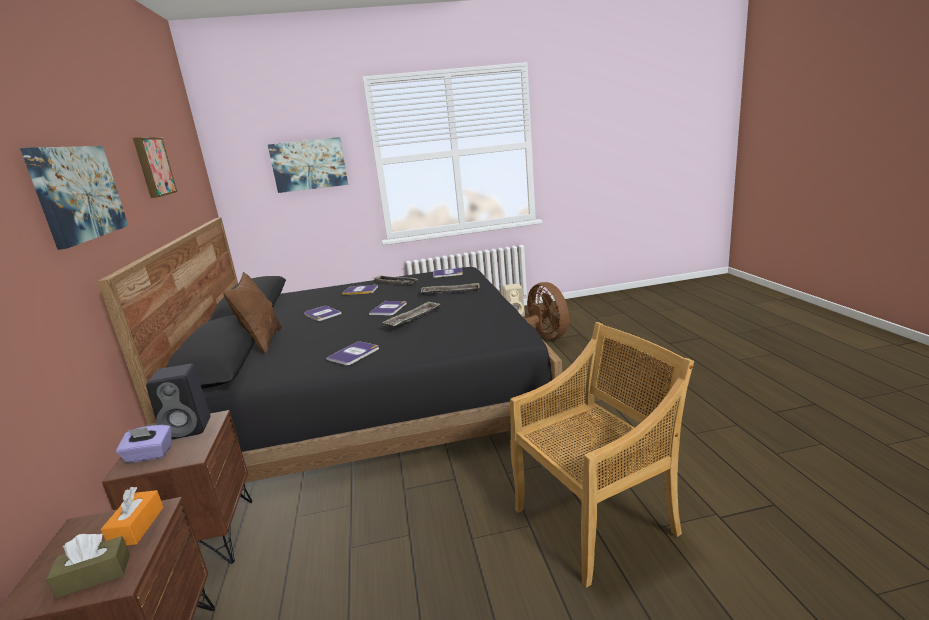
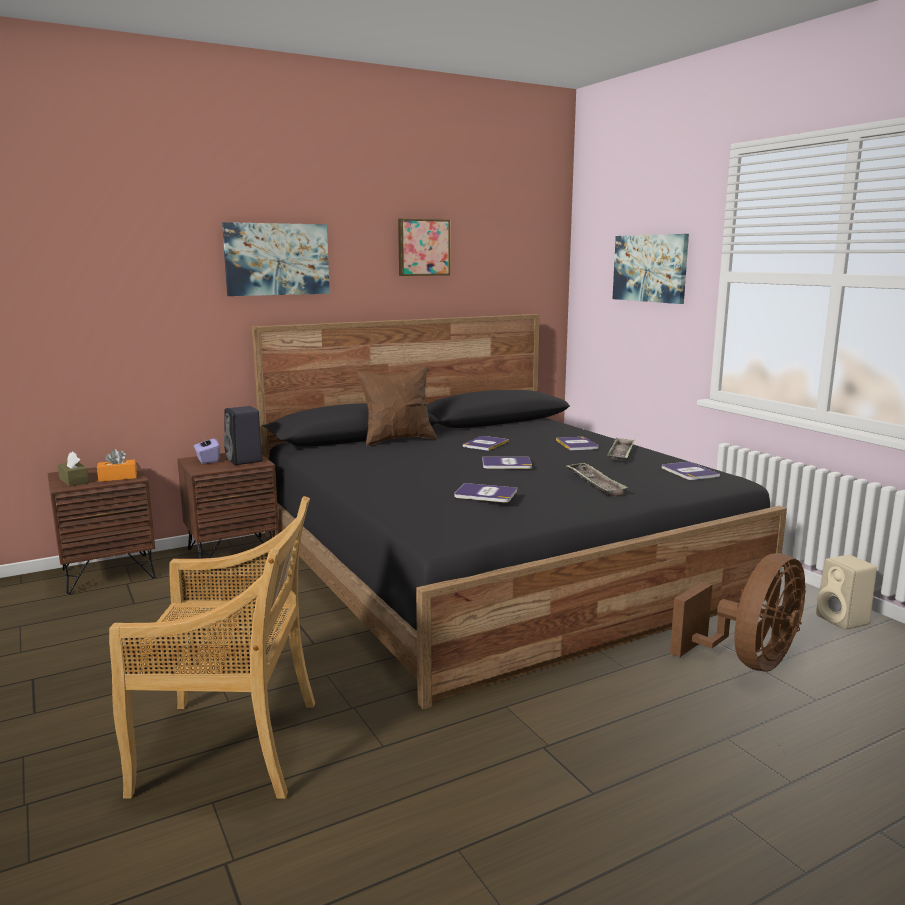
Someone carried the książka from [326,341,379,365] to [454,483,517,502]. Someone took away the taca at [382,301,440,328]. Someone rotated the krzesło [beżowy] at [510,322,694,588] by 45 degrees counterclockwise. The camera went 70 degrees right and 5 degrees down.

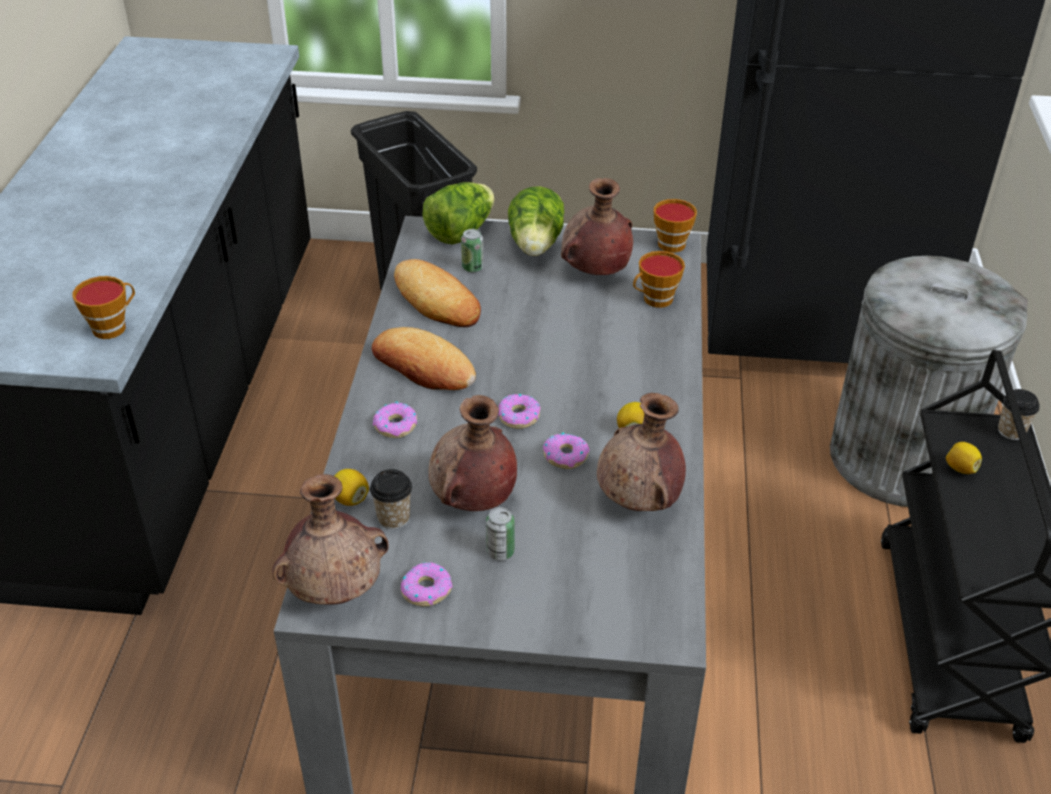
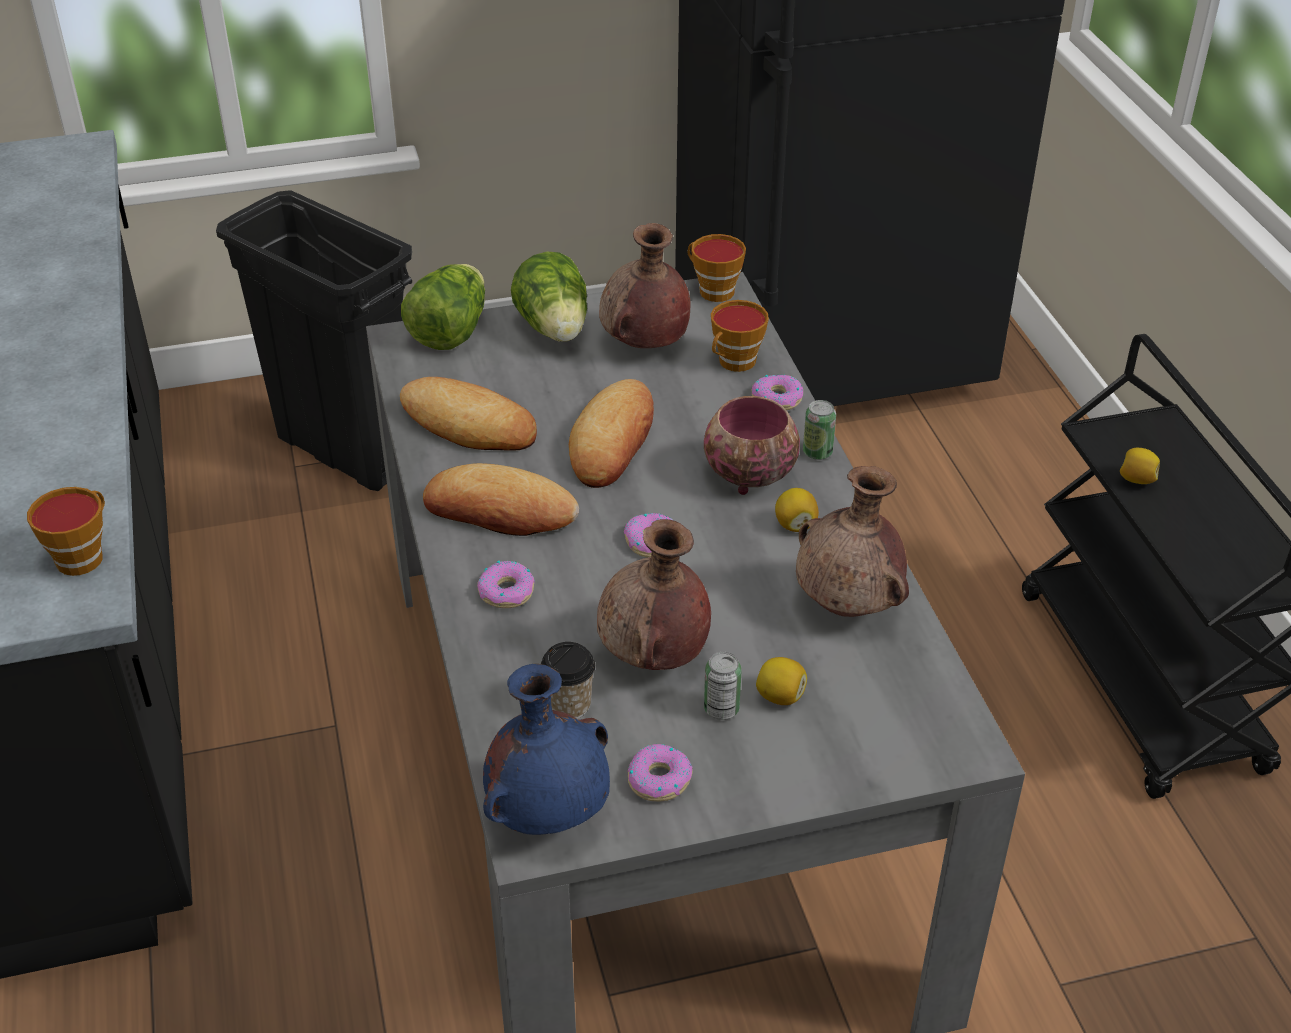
Someone repainted the wazon [brązowy] at [272,474,389,604], which became the wazon [niebieski] at [483,664,610,835]. Someone carried the cytryna from [334,469,369,506] to [756,657,807,705]. Someone carried the puszka from [461,229,484,273] to [803,400,836,460]. Someone carried the donut from [543,432,590,469] to [751,375,803,410]. Someone took away the kosz na śmieci [szary] at [830,256,1027,507]. Someone took away the filiżanka at [998,389,1040,440]. Someone put down the chleb at [569,379,654,488]. Someone put down the miska at [704,396,800,495]. The camera went 20 degrees left and 0 degrees up.

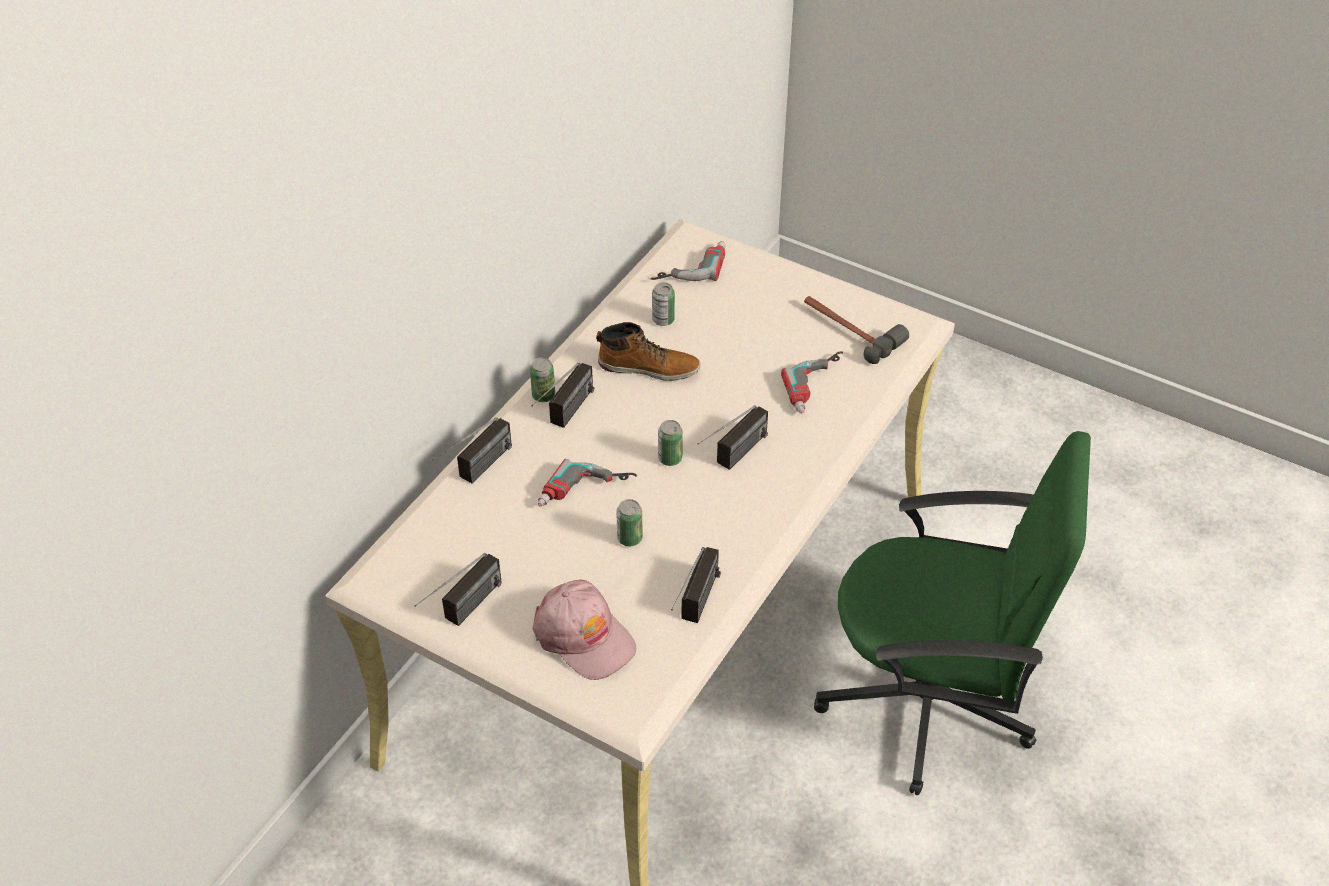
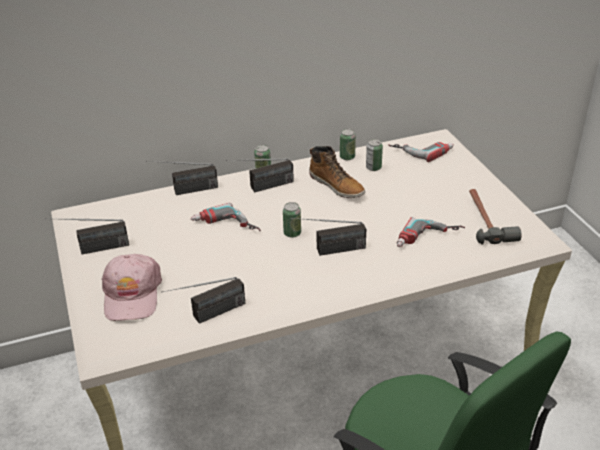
Someone carried the puszka from [616,499,643,546] to [340,129,356,160]. The camera went 40 degrees right and 10 degrees down.

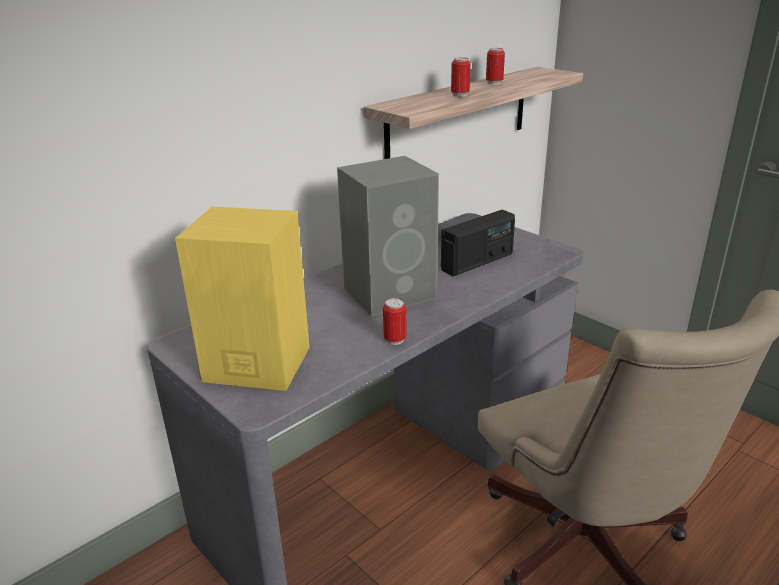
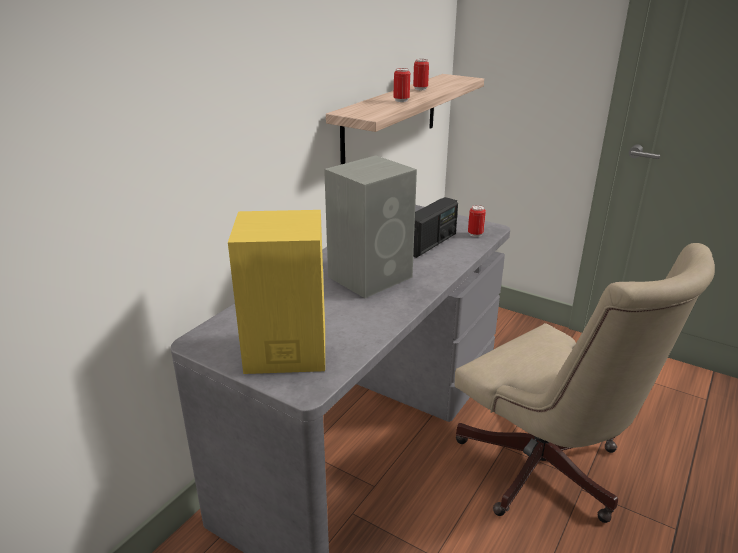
Someone carried the puszka from [383,298,407,345] to [468,205,486,237]. The camera went 15 degrees left and 0 degrees up.

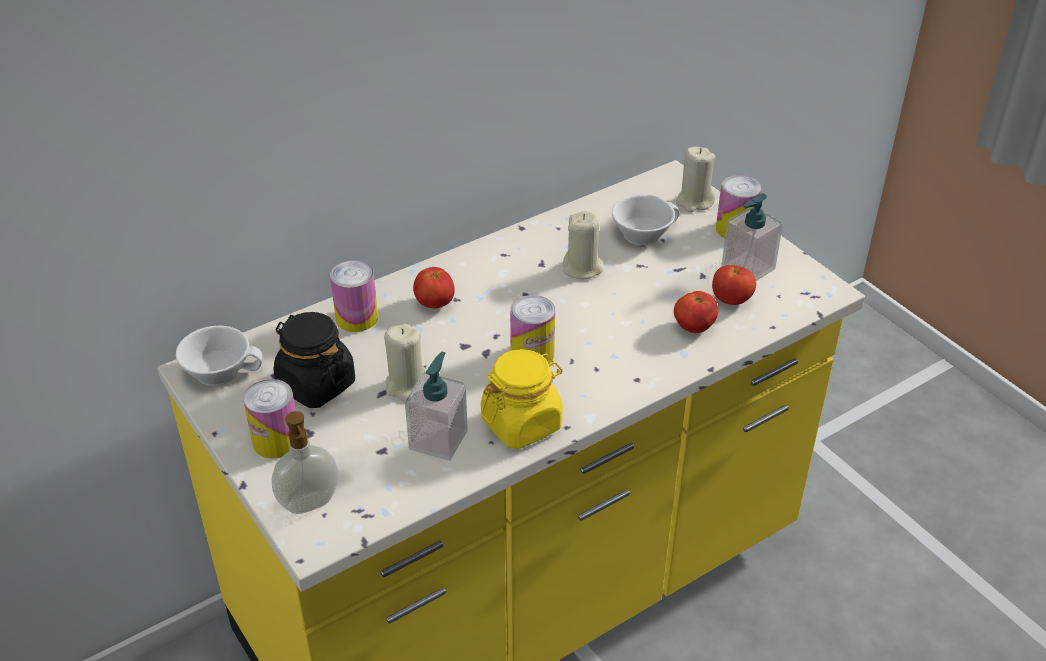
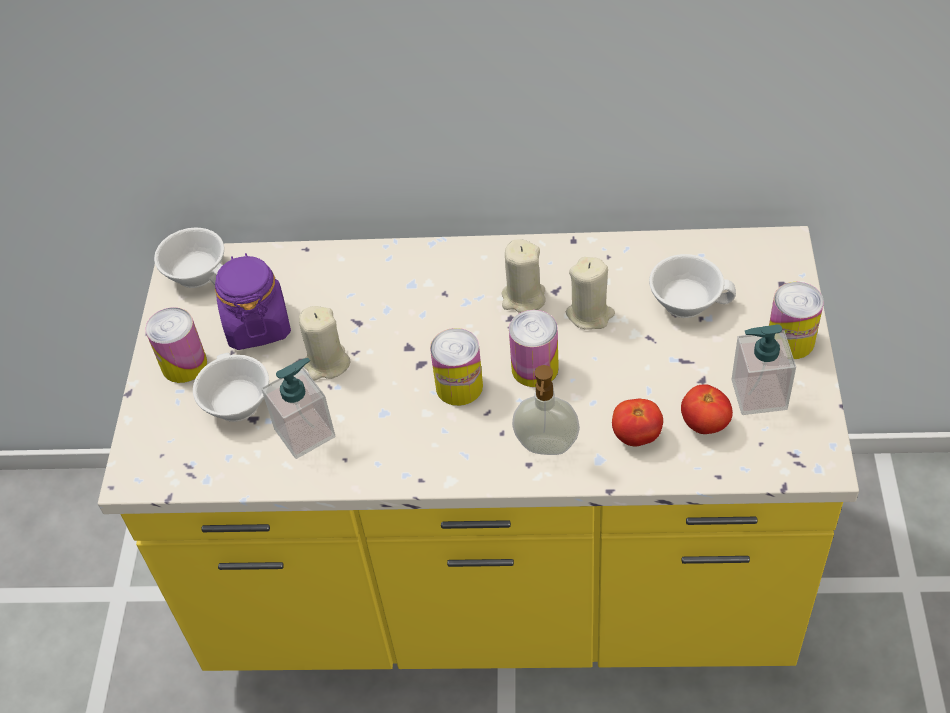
Someone carried the dozownik mydła from [272,411,338,514] to [512,365,580,455]. Someone repainted the słoik [czarny] at [274,312,355,408], which became the słoik [fioletowy] at [215,253,291,350]. Someone carried the puszka from [330,260,378,332] to [509,310,559,387]. Someone took away the pomidor at [413,267,455,308]. Someone took away the słoik [żółty] at [481,349,563,449]. Someone carried the świeca [beżowy] from [676,147,715,212] to [501,240,546,313]. Someone put down the filiżanka [biały] at [193,353,269,422]. The camera went 40 degrees right and 10 degrees up.

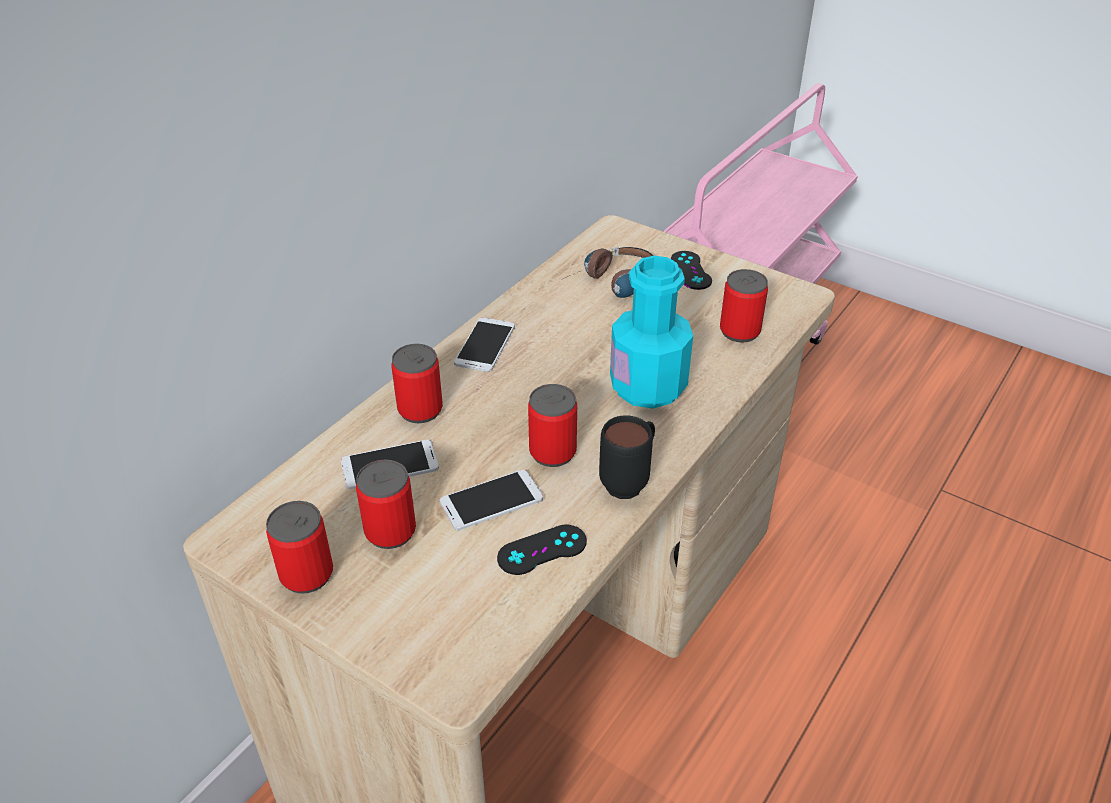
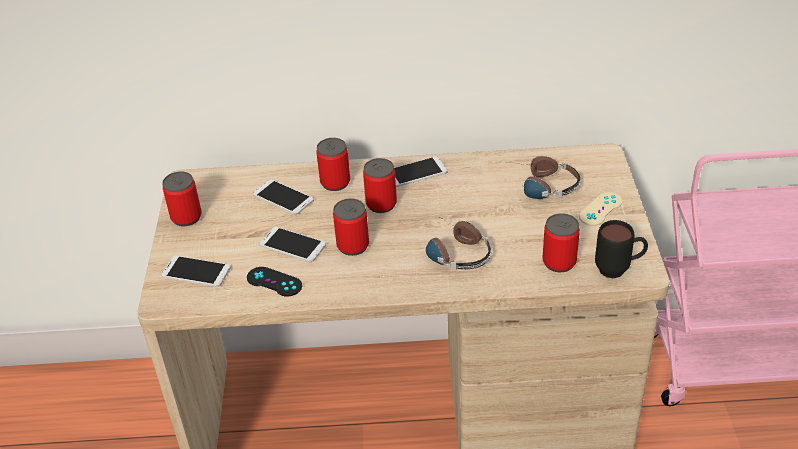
Someone carried the puszka from [356,459,416,549] to [363,158,397,213]. Someone carried the kubek [czarny] from [599,415,655,499] to [595,220,648,278]. Someone swapped the butelka [turkusowy] at [610,256,693,409] for the słuchawki at [426,215,491,270]. Someone repainted the pad do gier [czarny] at [671,251,712,290], which became the pad do gier [beżowy] at [579,192,622,226]. Someone put down the telefon at [161,256,231,287]. The camera went 55 degrees right and 0 degrees up.

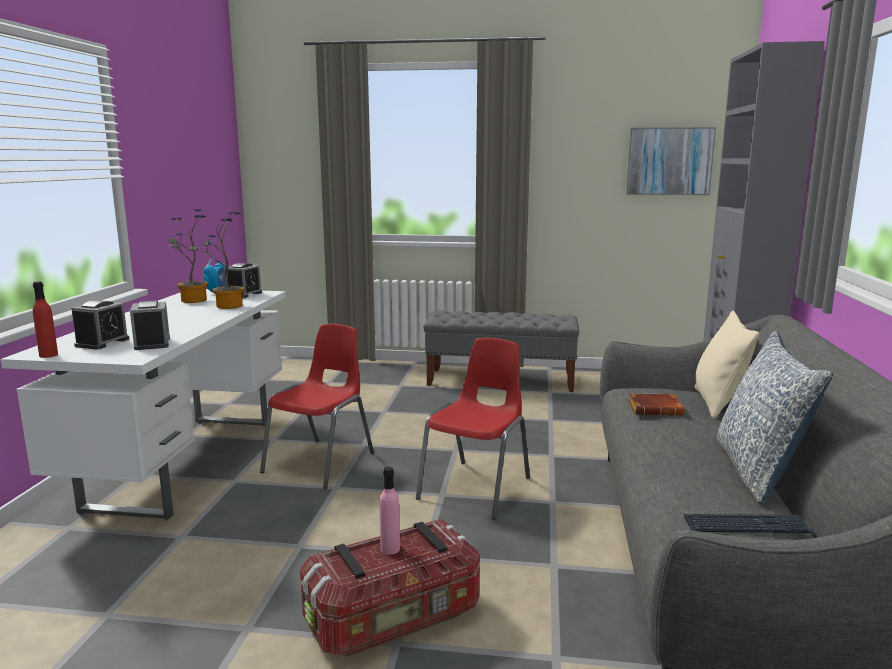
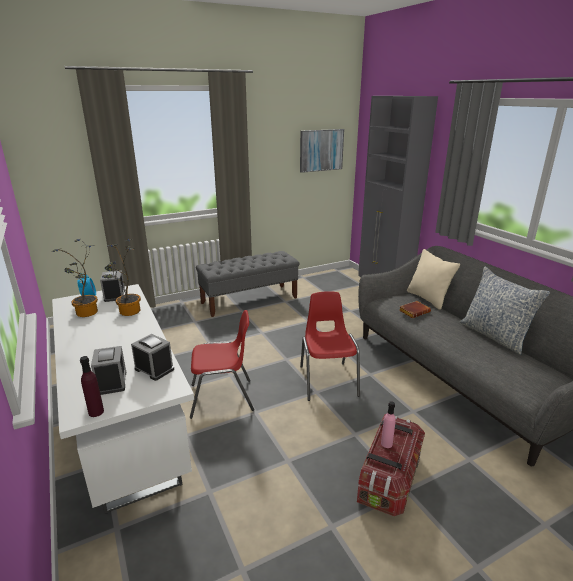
Someone repainted the butelka [czerwony] at [33,281,58,358], which became the butelka [fioletowy] at [80,356,104,417]. Someone rotated the krzesło [czerwony] at [260,324,374,489] by 90 degrees clockwise. Someone took away the klawiatura at [684,514,812,533]. The camera went 35 degrees left and 10 degrees up.

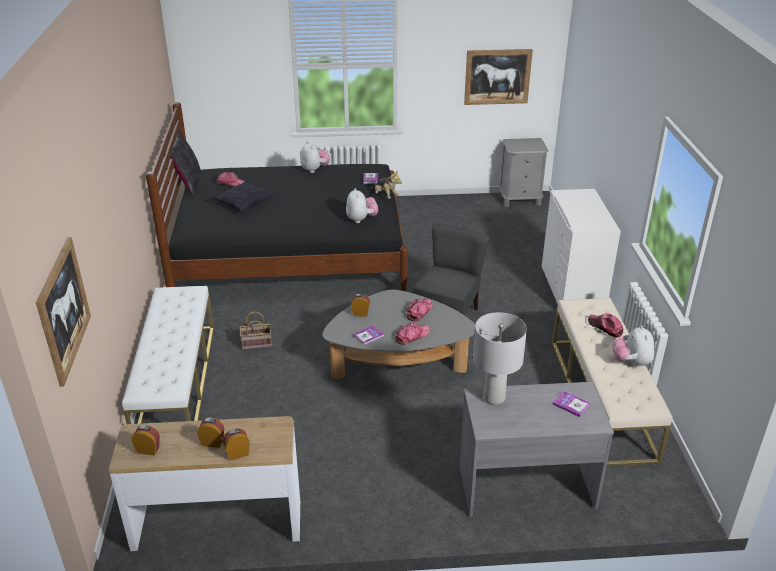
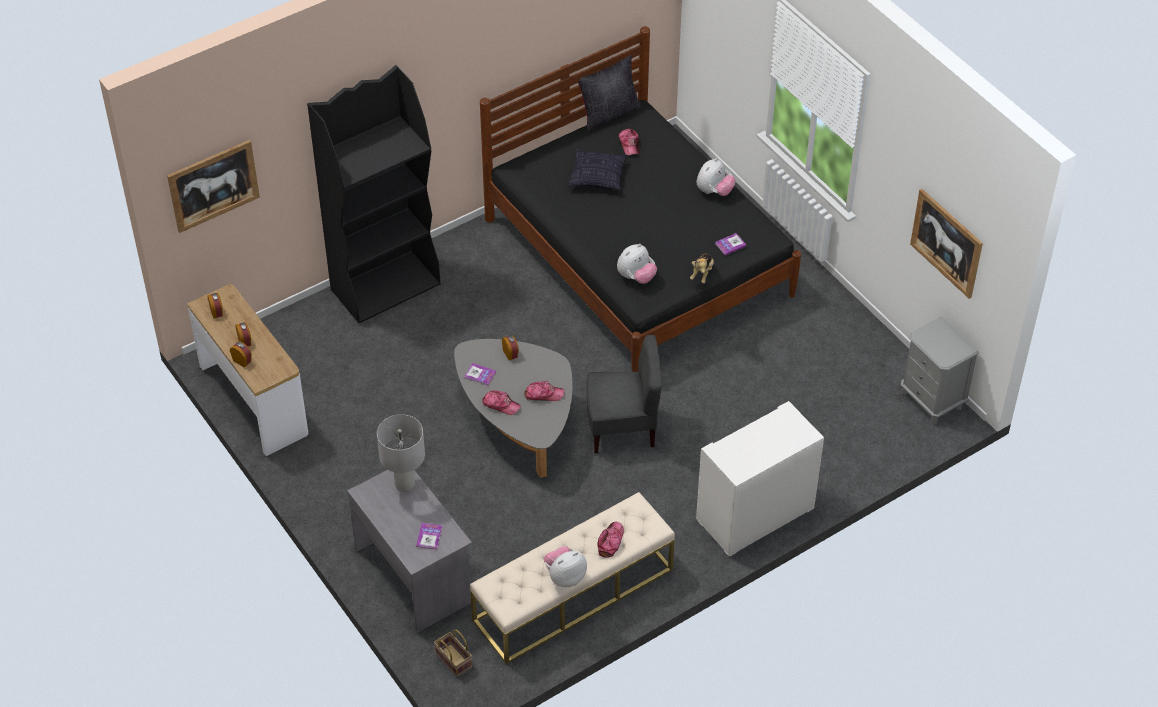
Someone swapped the ławka [biały] at [122,286,214,424] for the regał [czarny] at [307,65,440,323]. Someone carried the koszyk from [240,311,272,350] to [434,630,472,677]. The camera went 60 degrees right and 15 degrees up.

